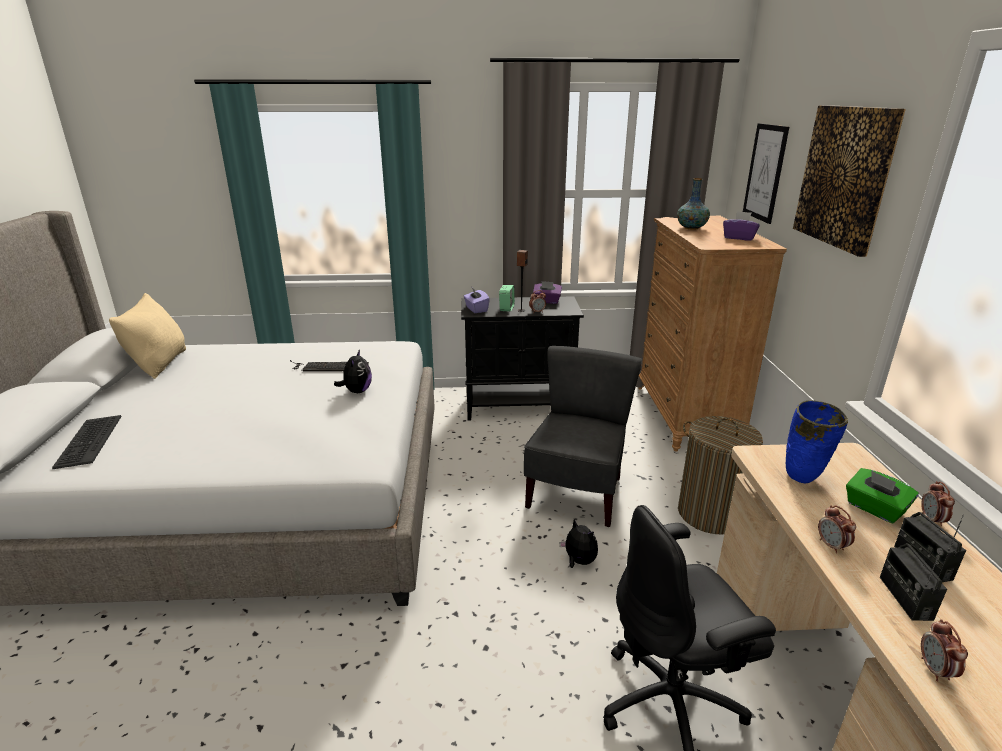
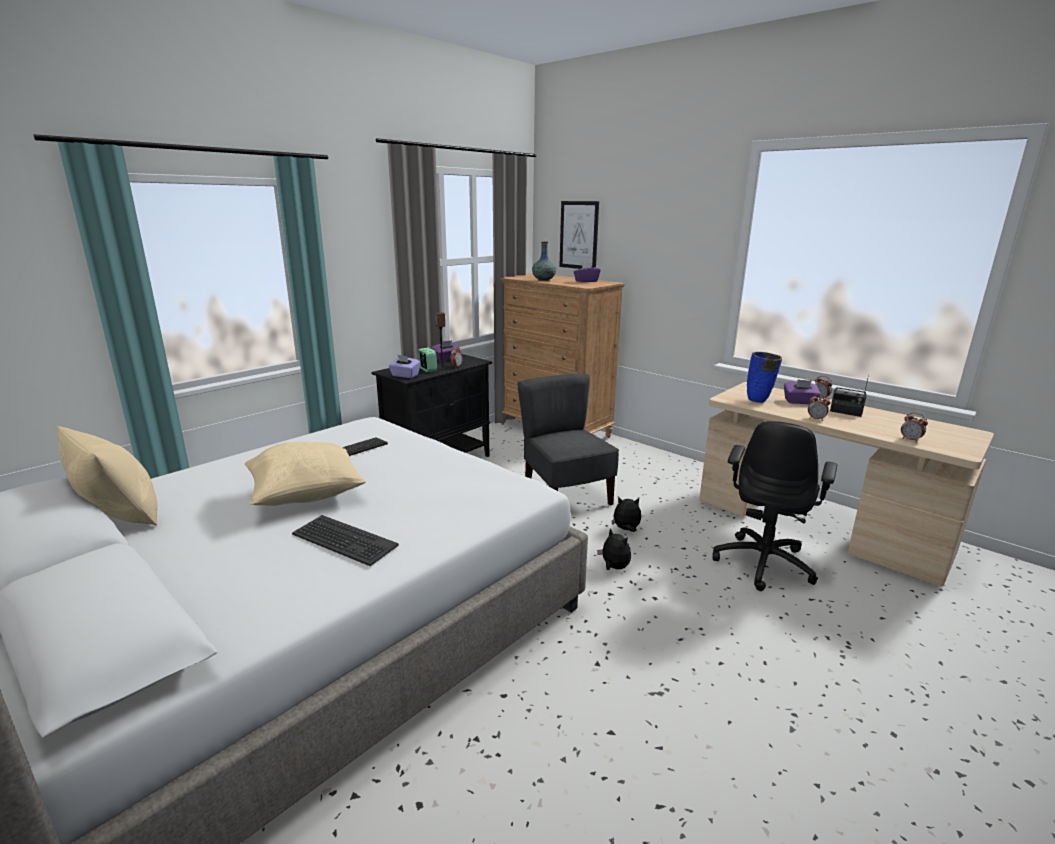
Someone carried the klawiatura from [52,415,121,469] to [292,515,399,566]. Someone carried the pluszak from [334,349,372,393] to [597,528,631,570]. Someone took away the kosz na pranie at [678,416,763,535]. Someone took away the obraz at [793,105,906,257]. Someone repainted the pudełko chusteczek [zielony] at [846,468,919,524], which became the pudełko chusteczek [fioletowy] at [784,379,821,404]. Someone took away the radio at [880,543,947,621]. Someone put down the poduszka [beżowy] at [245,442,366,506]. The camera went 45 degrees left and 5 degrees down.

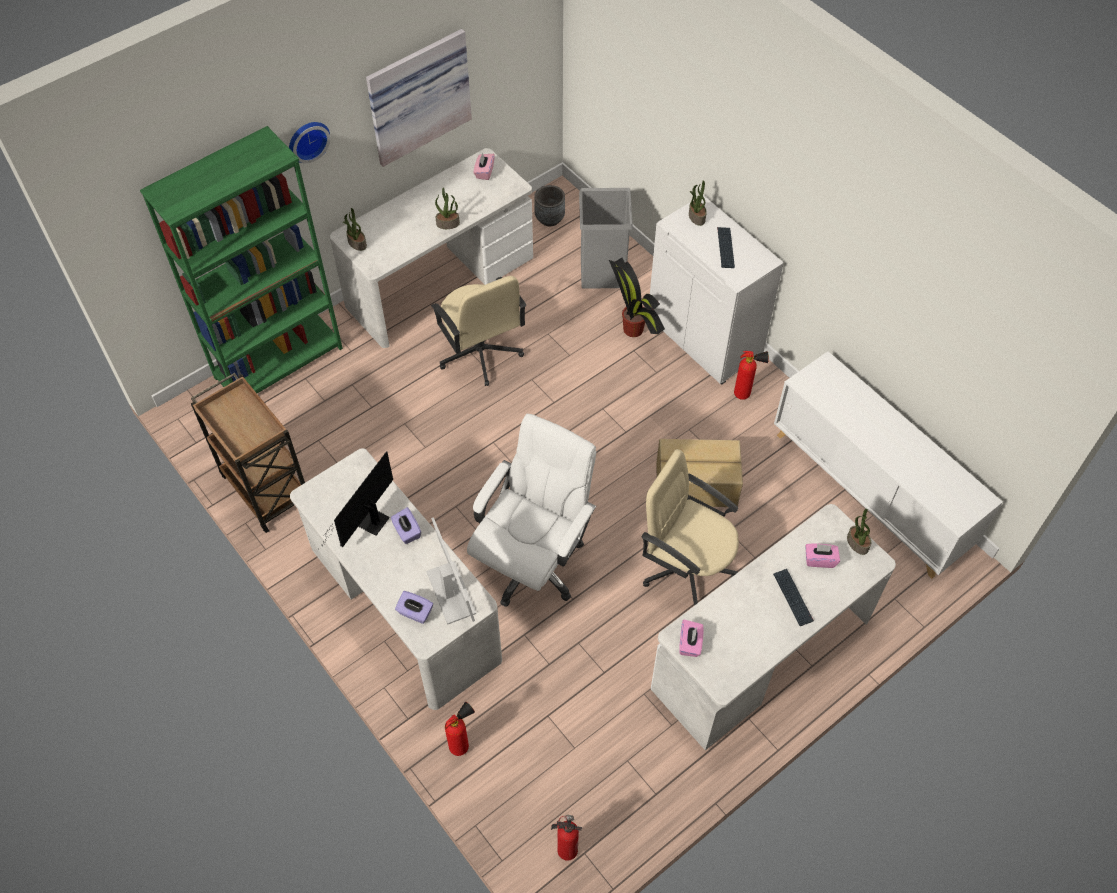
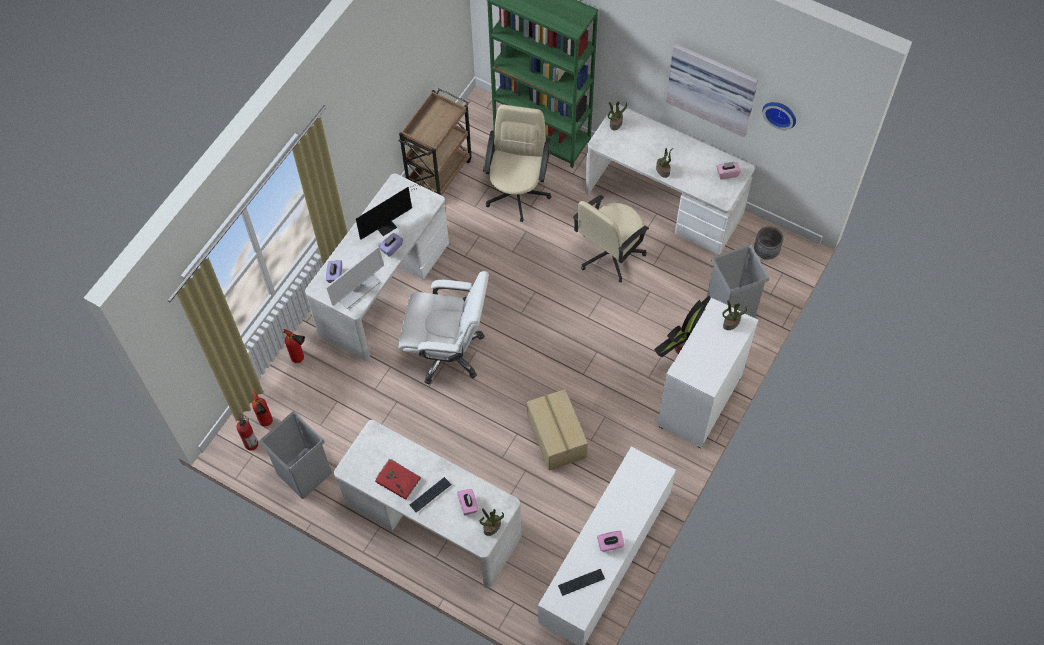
Someone carried the zegar ścienny from [289,122,330,163] to [762,102,796,130]. Someone rotated the monitor at [317,451,393,550] by 135 degrees clockwise. Someone carried the krzesło biurowe [beżowy] from [641,449,739,606] to [483,104,551,222]. Someone carried the pudełko chusteczek [różowy] from [680,620,704,657] to [597,531,624,552]. Someone carried the klawiatura from [717,227,735,268] to [558,569,605,596]. Someone carried the gaśnica from [734,351,769,400] to [252,392,273,426]. Someone put down the kosz na śmieci [szary] at [260,411,332,499]. Someone put down the książka [czerwony] at [375,459,421,499]. The camera went 70 degrees right and 5 degrees up.

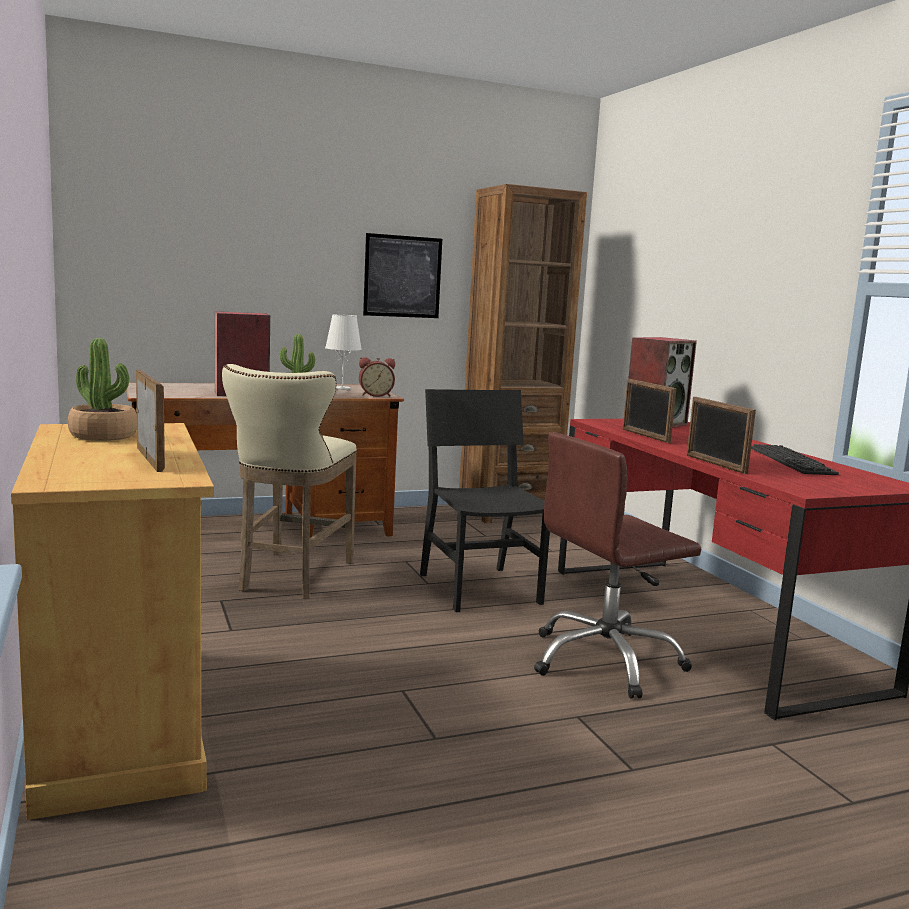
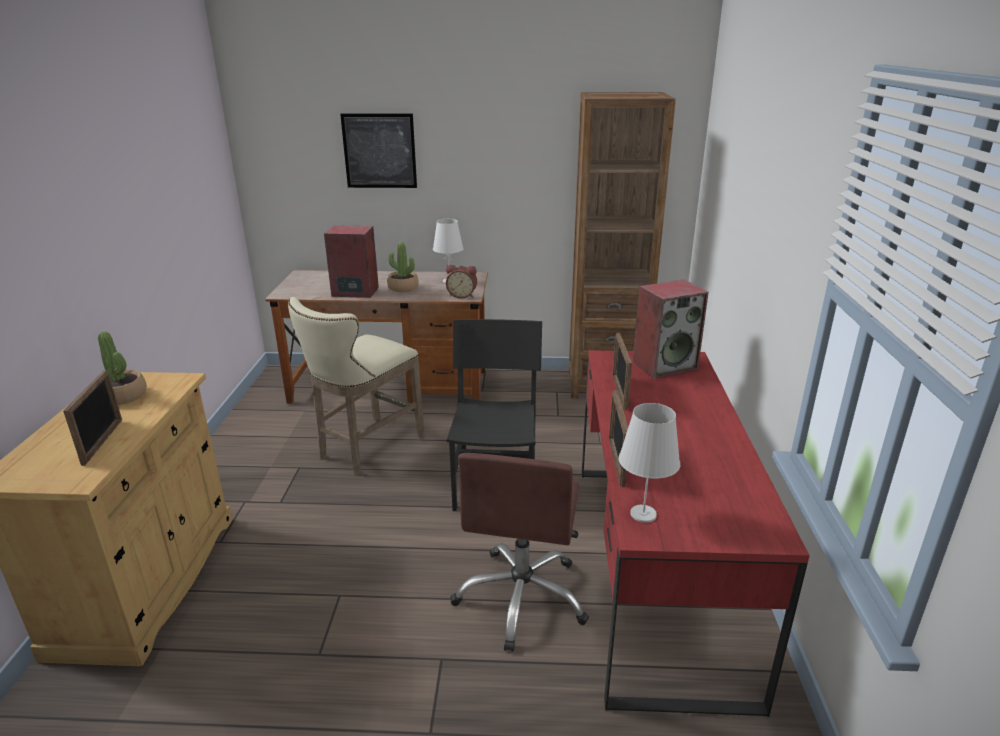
Someone carried the obraz from [363,233,442,318] to [340,114,417,188]. Someone rotated the krzesło biurowe [brązowy] at [534,432,701,699] by 75 degrees counterclockwise. Someone took away the klawiatura at [751,444,839,475]. Someone put down the lampa stołowa [biały] at [619,403,680,523]. The camera went 25 degrees right and 15 degrees up.

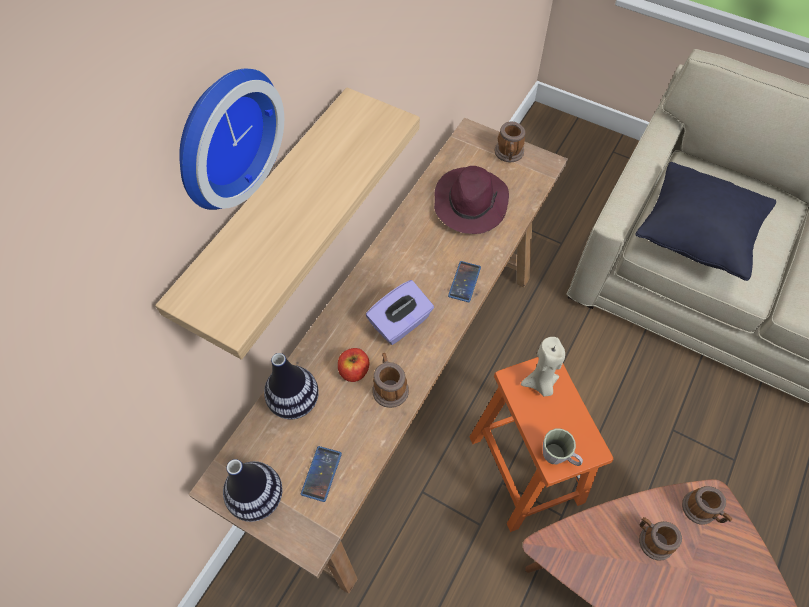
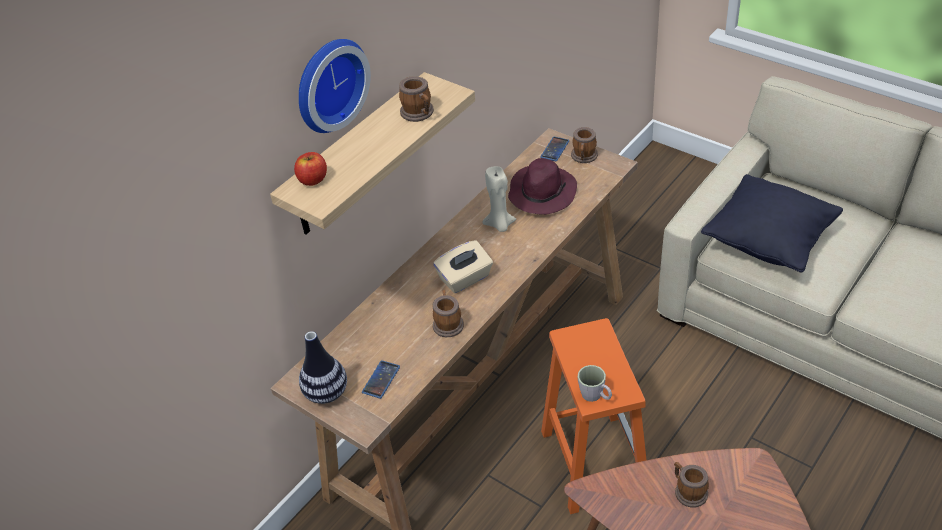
Someone took away the wazon at [264,353,319,419]. Someone carried the jabłko from [338,348,369,382] to [294,152,327,186]. Someone repainted the pudełko chusteczek [fioletowy] at [366,280,434,345], which became the pudełko chusteczek [beżowy] at [433,240,493,293]. Someone carried the telefon from [448,261,481,302] to [540,137,569,161]. Someone carried the świeca [beżowy] from [521,337,565,397] to [482,166,516,232]. Someone carried the kubek from [682,486,732,525] to [399,77,434,122]. The camera went 10 degrees right and 15 degrees down.

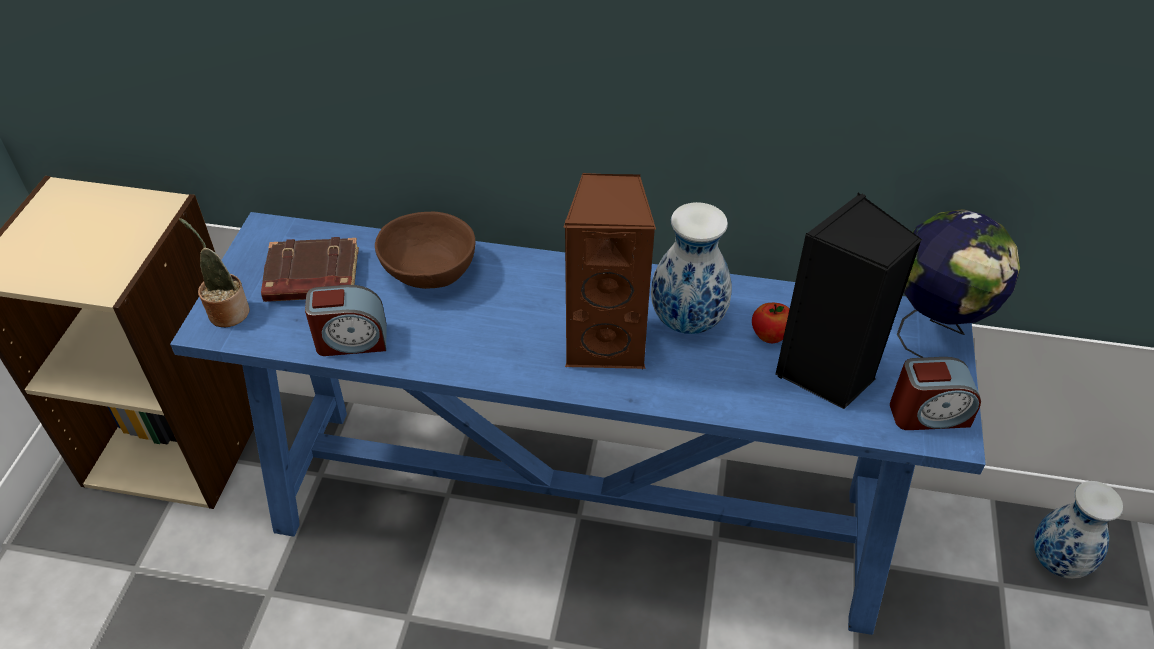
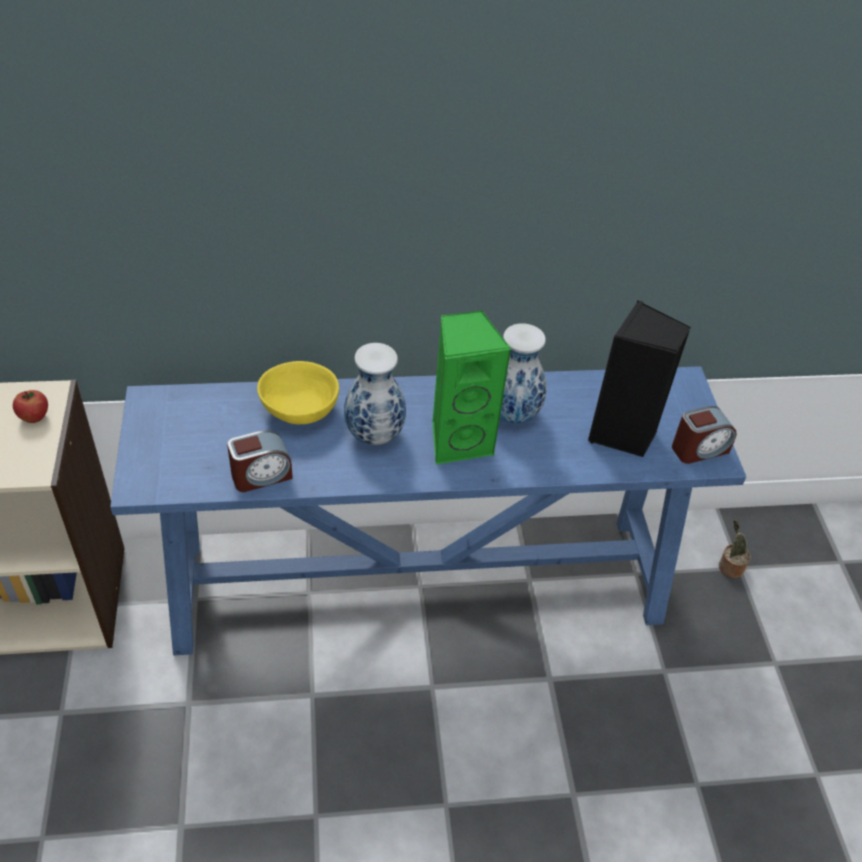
Someone carried the roślina doniczkowa from [179,218,250,327] to [719,519,751,578]. Someone took away the książka [brązowy] at [261,237,359,302]. Someone repainted the miska [brązowy] at [375,212,475,289], which became the miska [żółty] at [257,361,339,424]. Someone repainted the głośnik [brązowy] at [563,173,656,370], which became the głośnik [zielony] at [432,310,512,465]. Someone carried the jabłko from [752,303,789,343] to [13,390,48,423]. Someone took away the globus at [897,209,1020,358]. Someone carried the wazon from [1034,481,1123,579] to [344,343,406,445]. The camera went 20 degrees left and 0 degrees up.

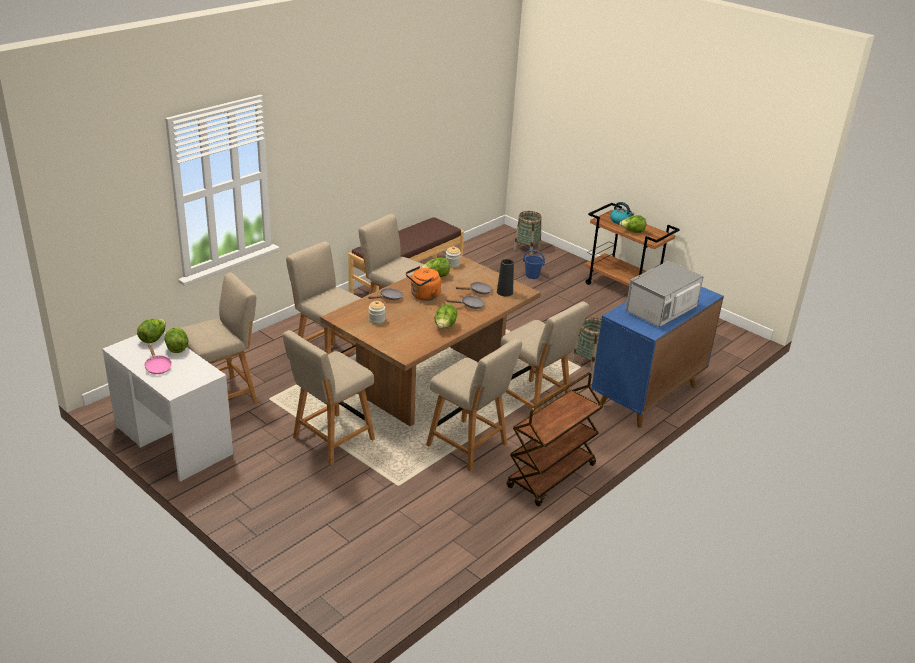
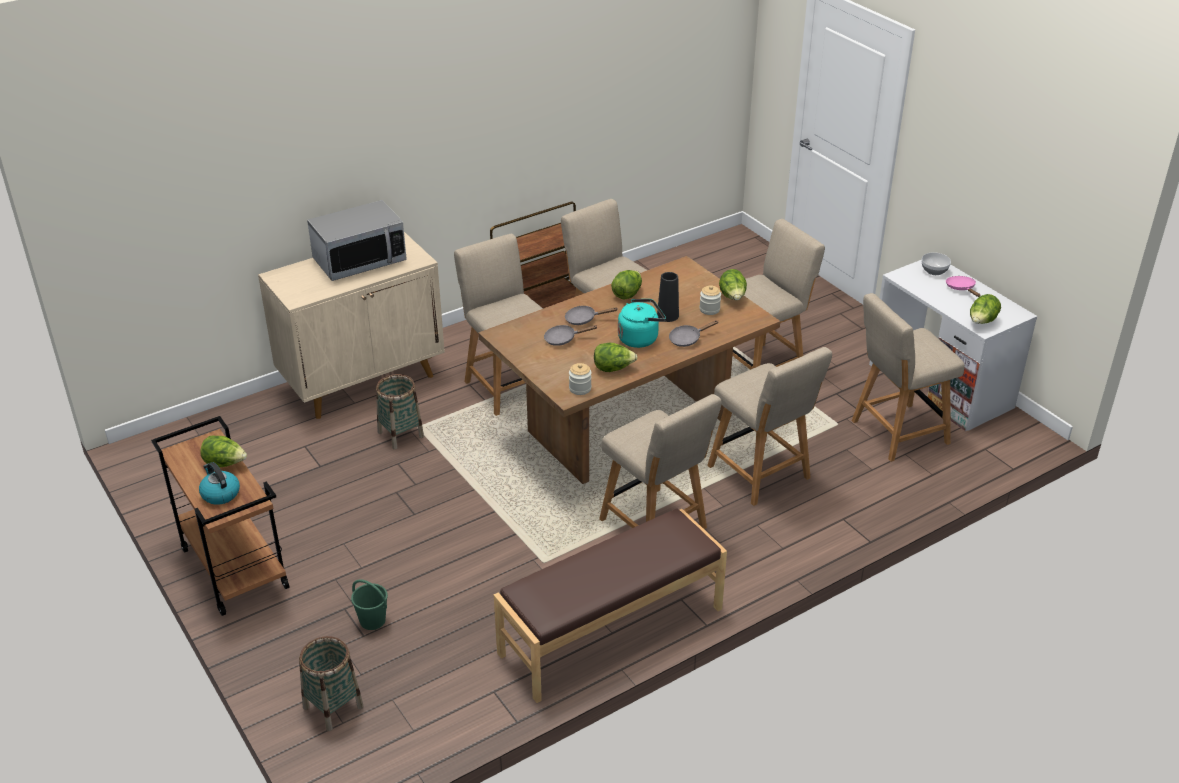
Someone carried the sałata from [164,328,188,353] to [719,269,747,300]. Someone repainted the czajnik [pomarańczowy] at [406,266,441,301], which became the czajnik [turkusowy] at [618,299,666,348]. Someone carried the wazon [czarny] from [497,259,514,296] to [657,272,679,322]. Someone repainted the wiadro [niebieski] at [523,250,545,279], which became the wiadro [zielony] at [351,579,388,630]. Someone repainted the szafka [niebieski] at [592,287,724,428], which became the szafka [beżowy] at [258,232,445,419]. Someone put down the miska at [922,252,951,275]. The camera went 165 degrees left and 5 degrees up.

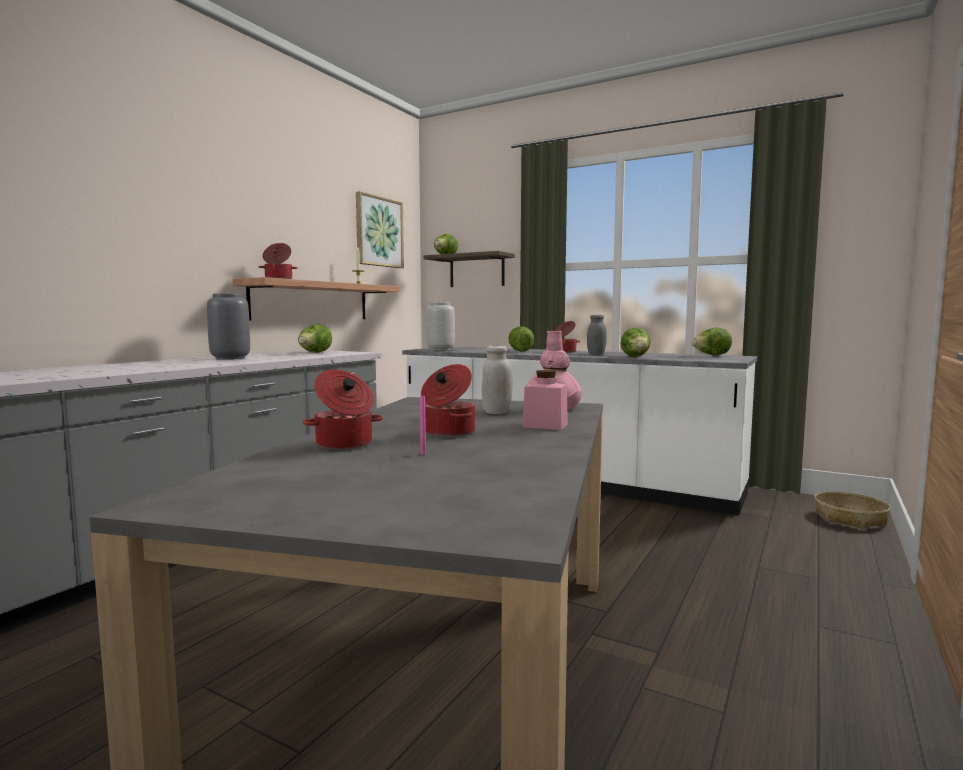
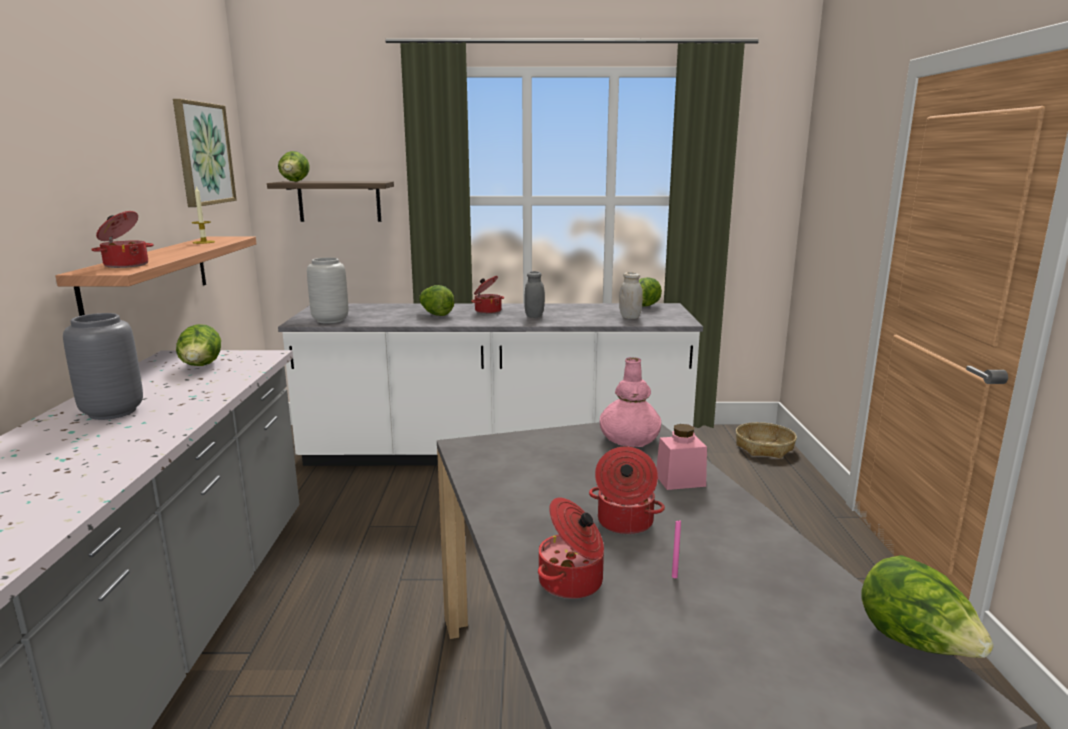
Someone carried the słoik [biały] from [482,345,513,414] to [619,272,643,319]. Someone carried the sałata from [621,328,651,357] to [861,555,994,658]. The camera went 30 degrees left and 10 degrees up.

